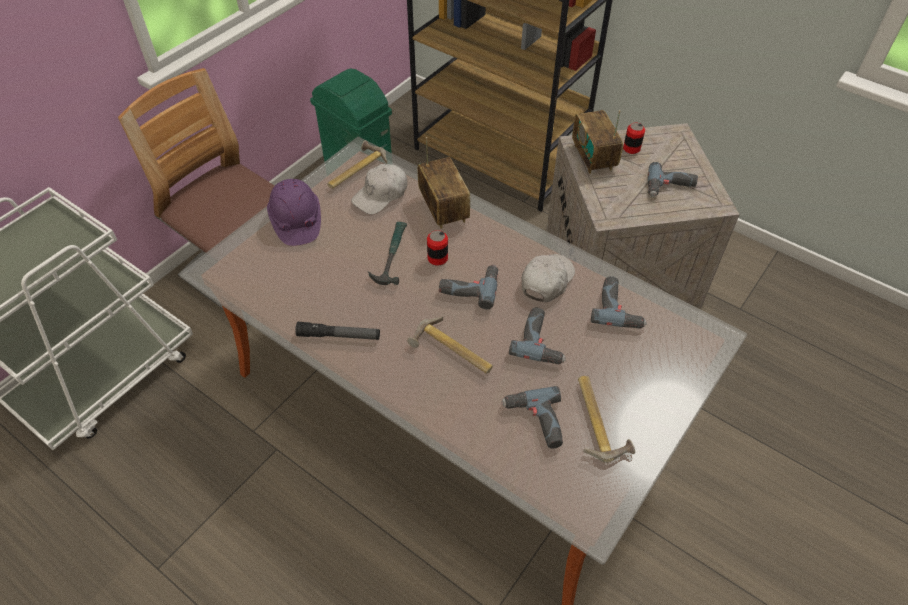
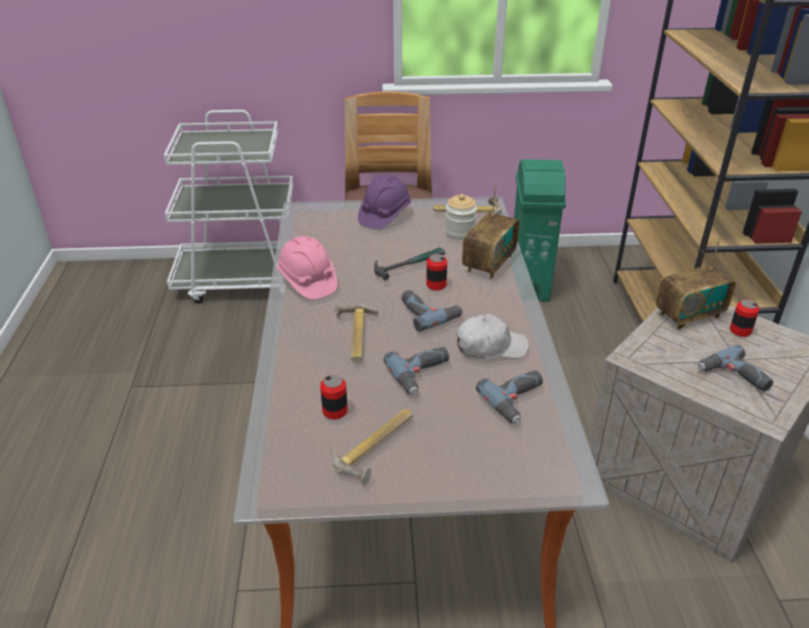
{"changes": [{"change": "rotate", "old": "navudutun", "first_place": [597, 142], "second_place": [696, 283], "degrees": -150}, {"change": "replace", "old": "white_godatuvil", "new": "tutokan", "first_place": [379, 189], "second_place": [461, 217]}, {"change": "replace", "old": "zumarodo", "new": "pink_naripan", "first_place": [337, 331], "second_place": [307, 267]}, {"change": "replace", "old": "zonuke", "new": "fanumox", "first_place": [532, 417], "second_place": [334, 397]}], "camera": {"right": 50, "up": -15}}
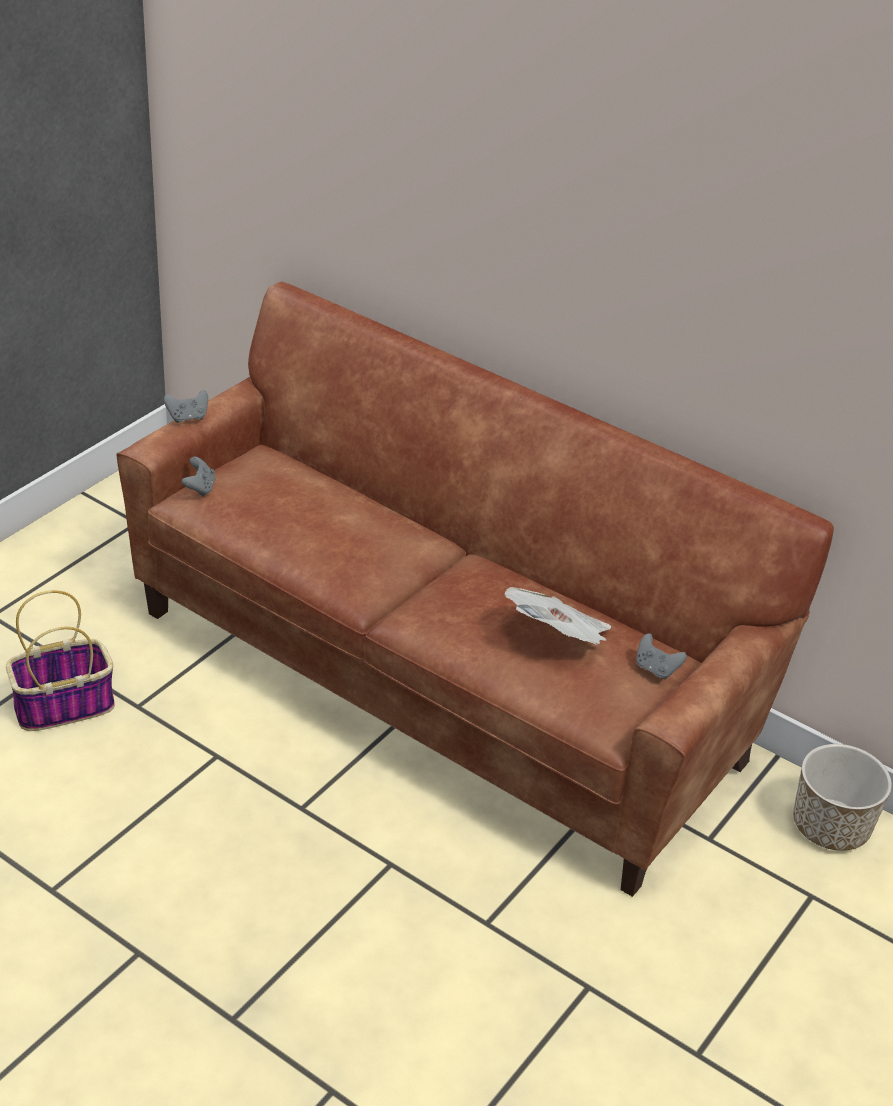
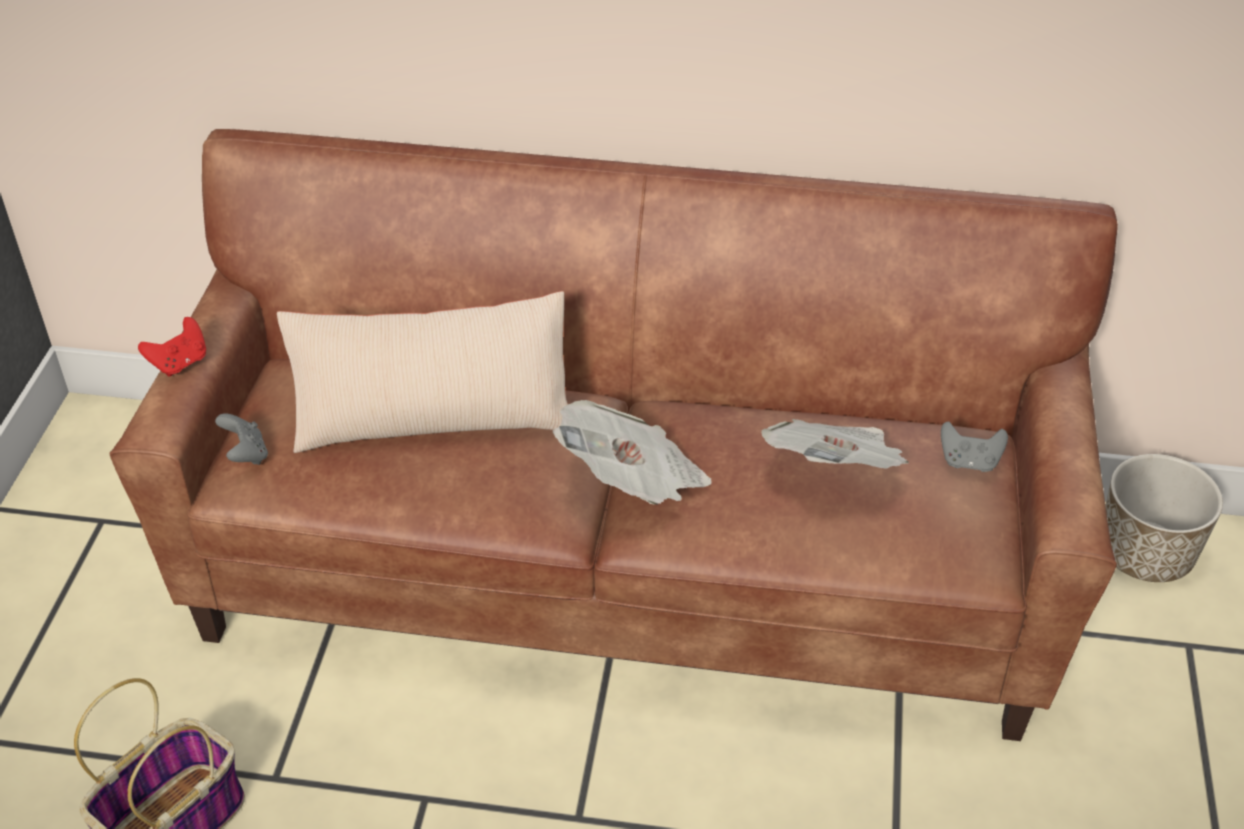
{"changes": [{"change": "recolor", "old": "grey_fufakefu", "new": "red_fufakefu", "first_place": [186, 406], "second_place": [172, 347]}, {"change": "insert", "new": "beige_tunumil", "second_place": [422, 372]}, {"change": "insert", "new": "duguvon", "second_place": [631, 452]}], "camera": {"right": -25, "up": 5}}
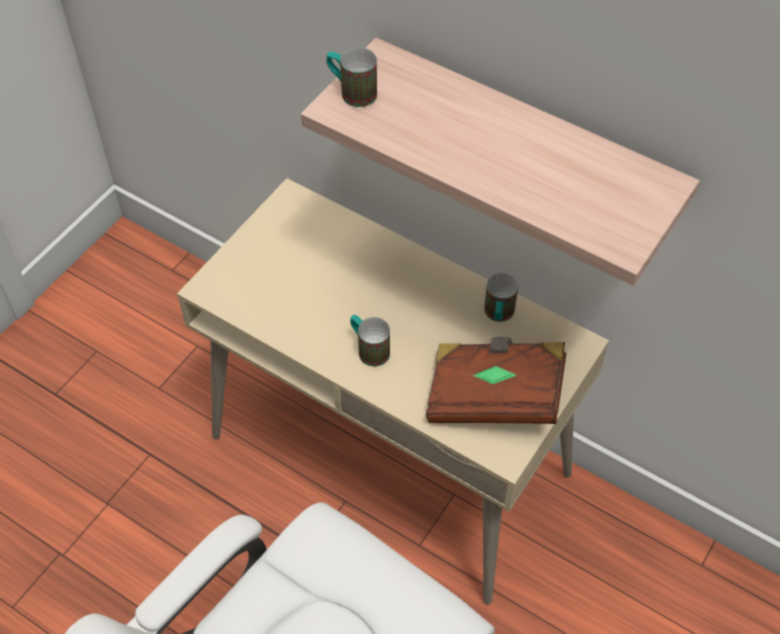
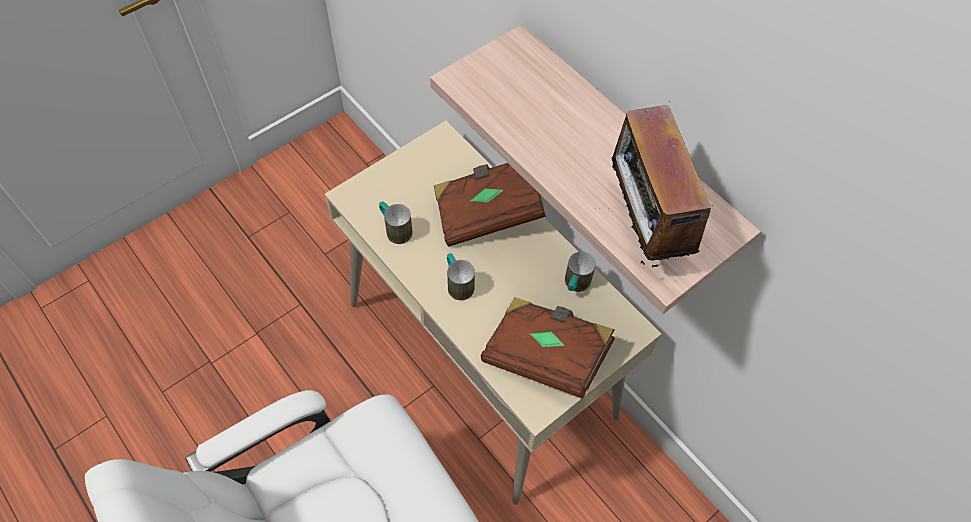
{"changes": [{"change": "move", "old": "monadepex", "first_place": [352, 77], "second_place": [395, 222]}, {"change": "insert", "new": "navudutun", "second_place": [653, 186]}, {"change": "insert", "new": "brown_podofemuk", "second_place": [490, 205]}], "camera": {"right": 15, "up": 5}}
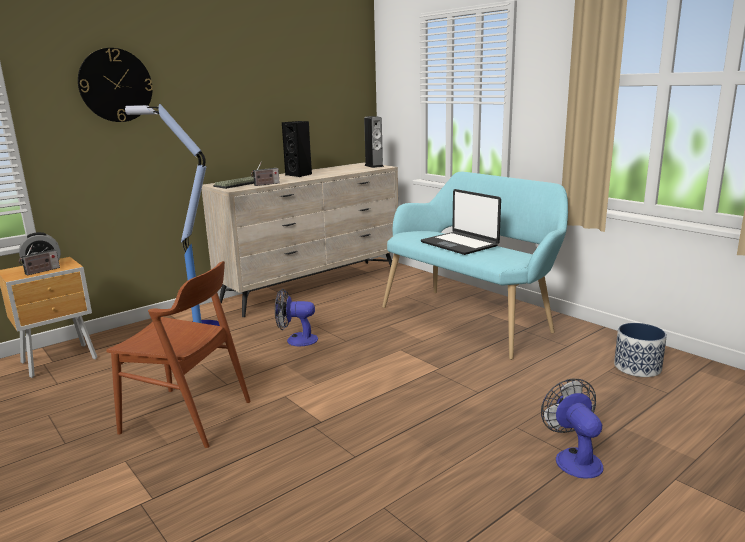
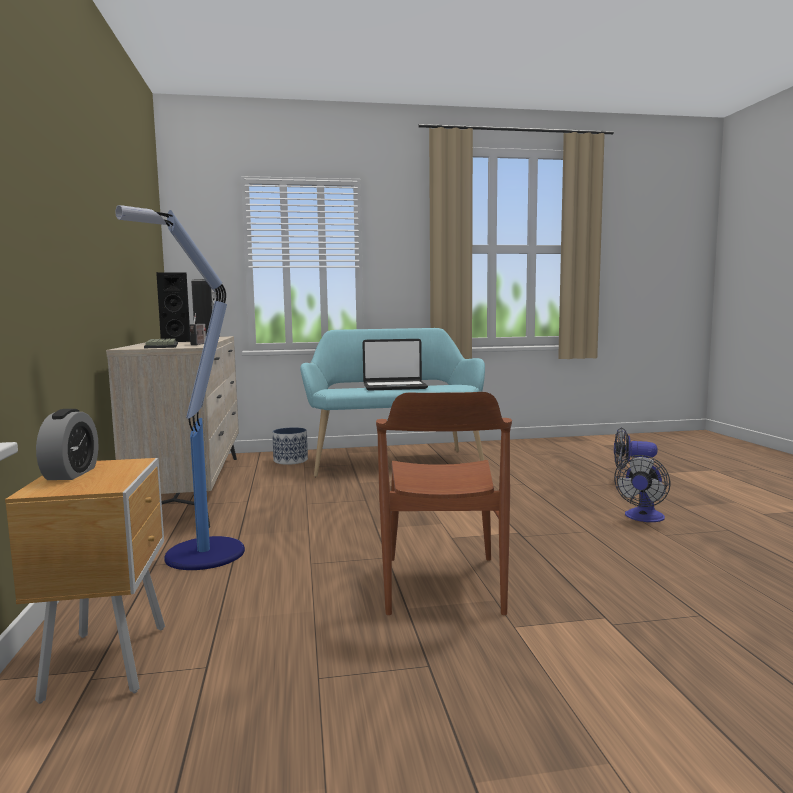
{"changes": [{"change": "delete", "old": "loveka", "first_place": [115, 85]}, {"change": "delete", "old": "navudutun", "first_place": [39, 260]}, {"change": "rotate", "old": "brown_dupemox", "first_place": [178, 354], "second_place": [444, 503], "degrees": 135}, {"change": "move", "old": "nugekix", "first_place": [296, 318], "second_place": [642, 488]}, {"change": "move", "old": "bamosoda", "first_place": [640, 350], "second_place": [290, 446]}], "camera": {"right": -60, "up": -10}}
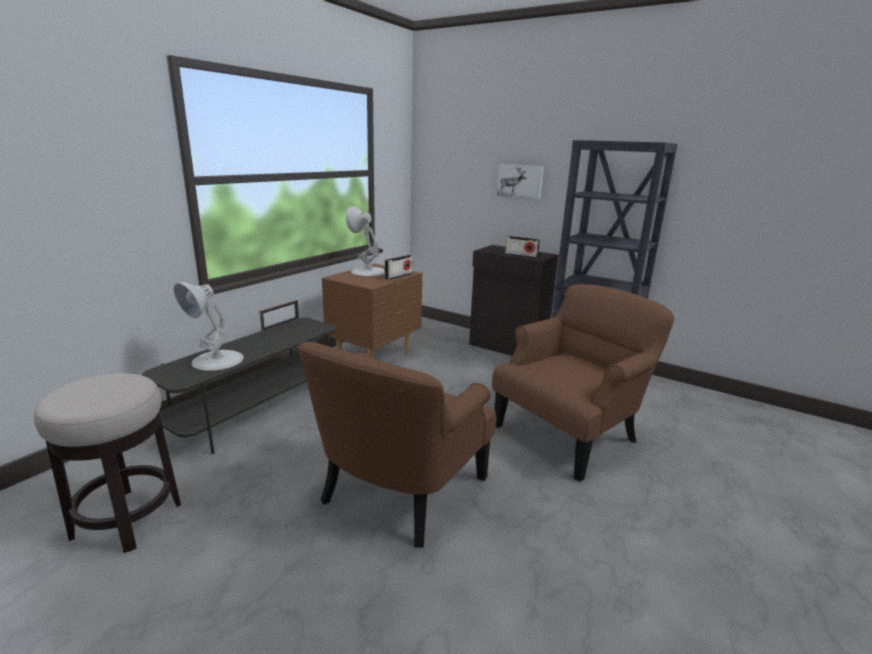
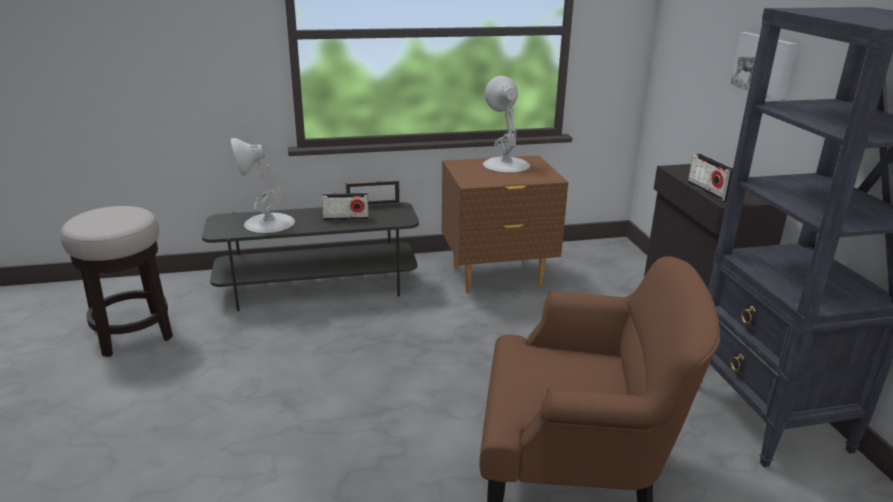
{"changes": [{"change": "move", "old": "navudutun", "first_place": [398, 267], "second_place": [345, 206]}, {"change": "delete", "old": "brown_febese", "first_place": [396, 445]}], "camera": {"right": 45, "up": 5}}
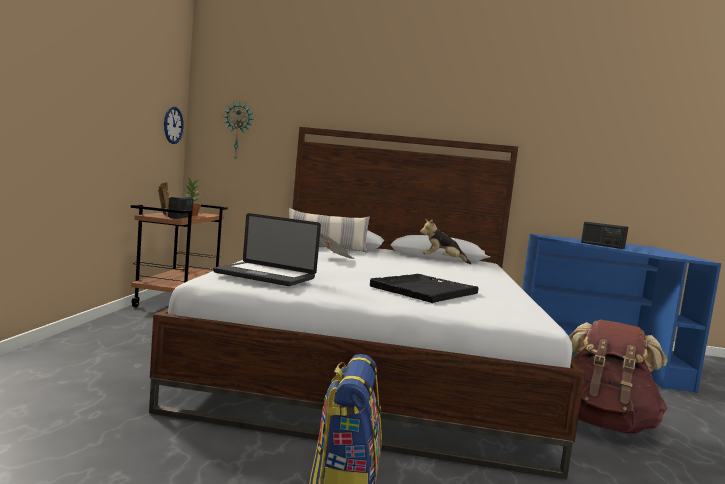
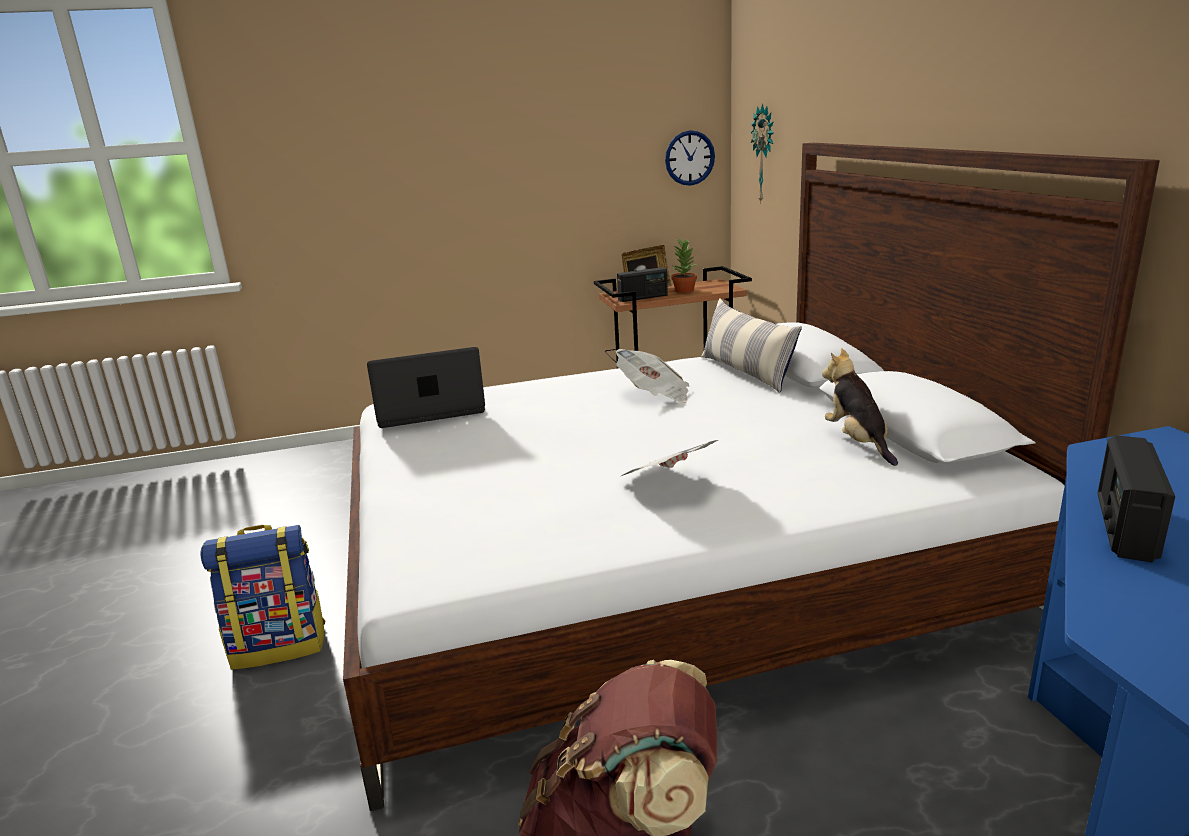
{"changes": [{"change": "rotate", "old": "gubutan", "first_place": [267, 249], "second_place": [426, 387], "degrees": 75}, {"change": "delete", "old": "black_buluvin", "first_place": [424, 288]}, {"change": "insert", "new": "duguvon", "second_place": [669, 458]}], "camera": {"right": 70, "up": 15}}
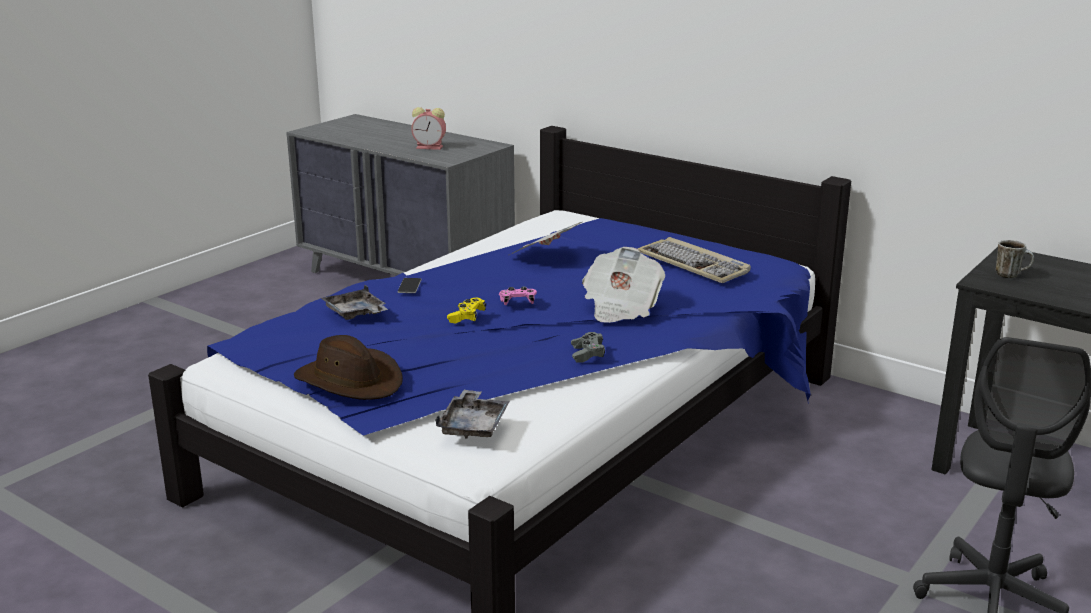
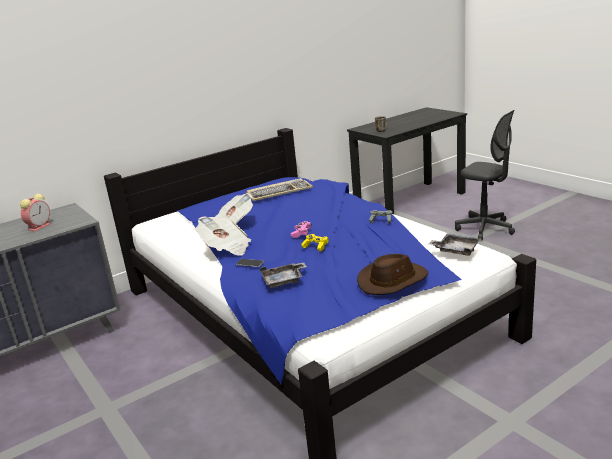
{"changes": [{"change": "move", "old": "duguvon", "first_place": [623, 285], "second_place": [223, 236]}], "camera": {"right": -70, "up": 0}}
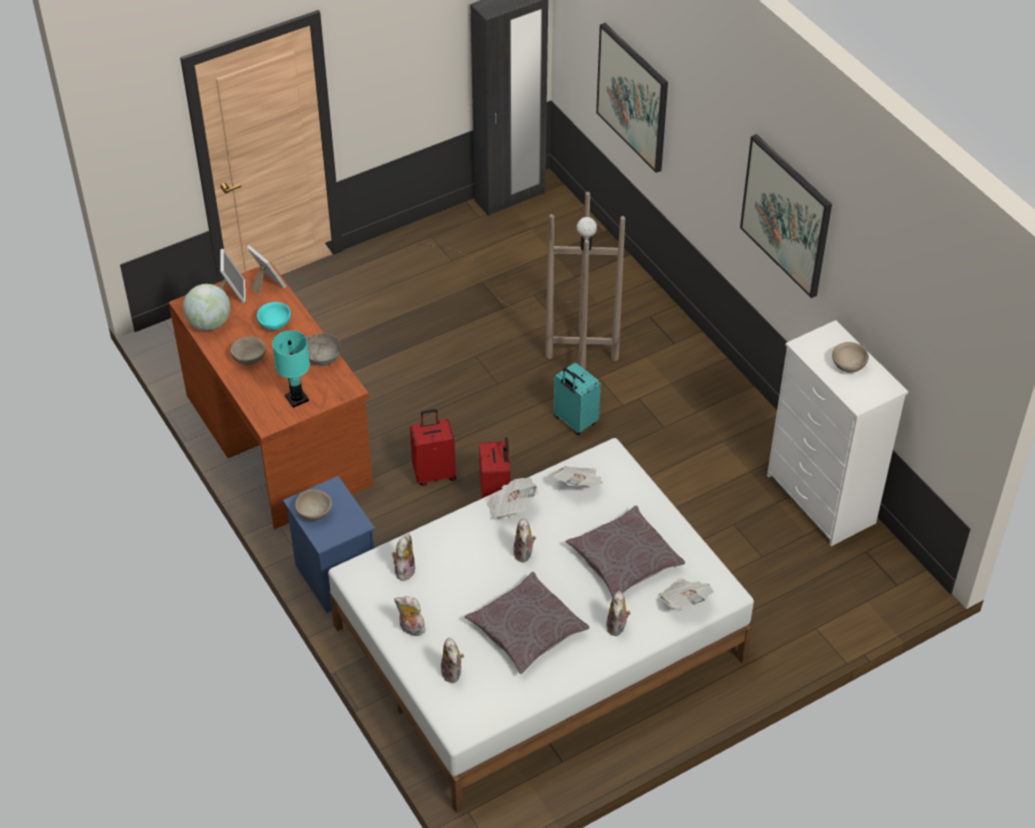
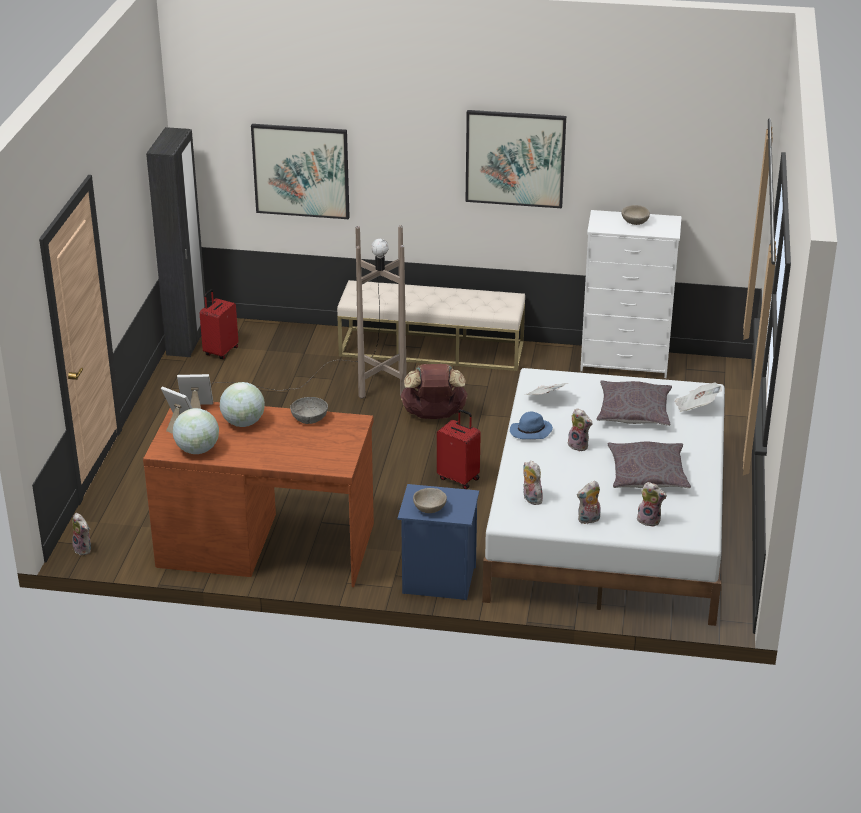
{"changes": [{"change": "replace", "old": "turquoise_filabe", "new": "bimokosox", "first_place": [274, 316], "second_place": [242, 404]}, {"change": "delete", "old": "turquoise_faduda", "first_place": [291, 369]}, {"change": "delete", "old": "beige_filabe", "first_place": [248, 351]}, {"change": "replace", "old": "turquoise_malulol", "new": "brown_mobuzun", "first_place": [577, 399], "second_place": [434, 391]}, {"change": "move", "old": "red_malulol", "first_place": [433, 447], "second_place": [219, 324]}, {"change": "replace", "old": "duguvon", "new": "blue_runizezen", "first_place": [512, 498], "second_place": [531, 425]}, {"change": "move", "old": "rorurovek", "first_place": [618, 613], "second_place": [81, 534]}, {"change": "insert", "new": "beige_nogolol", "second_place": [431, 325]}], "camera": {"right": -50, "up": -15}}
